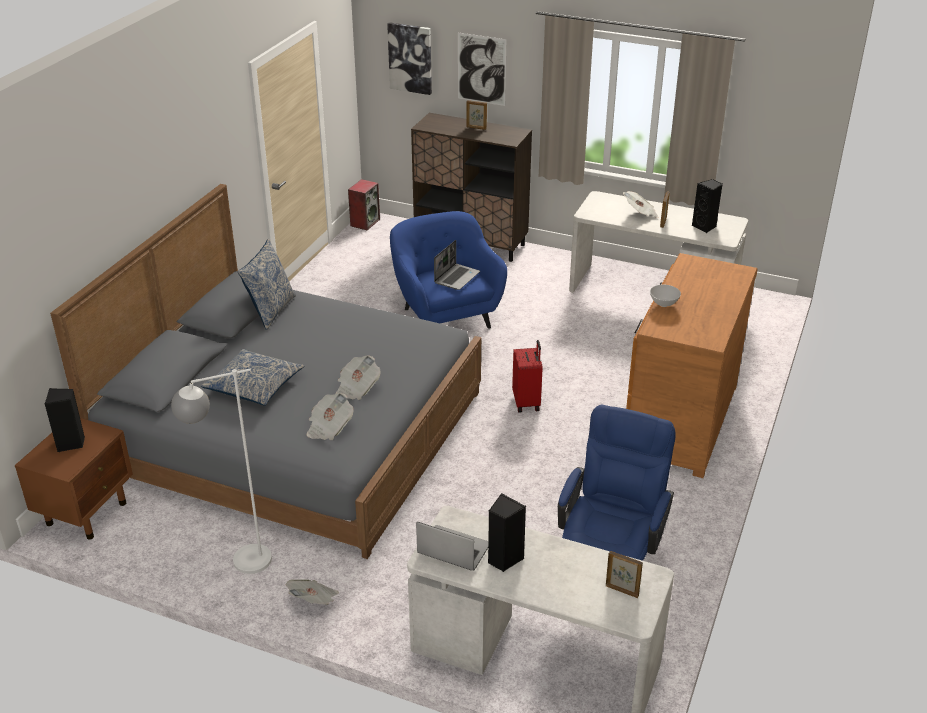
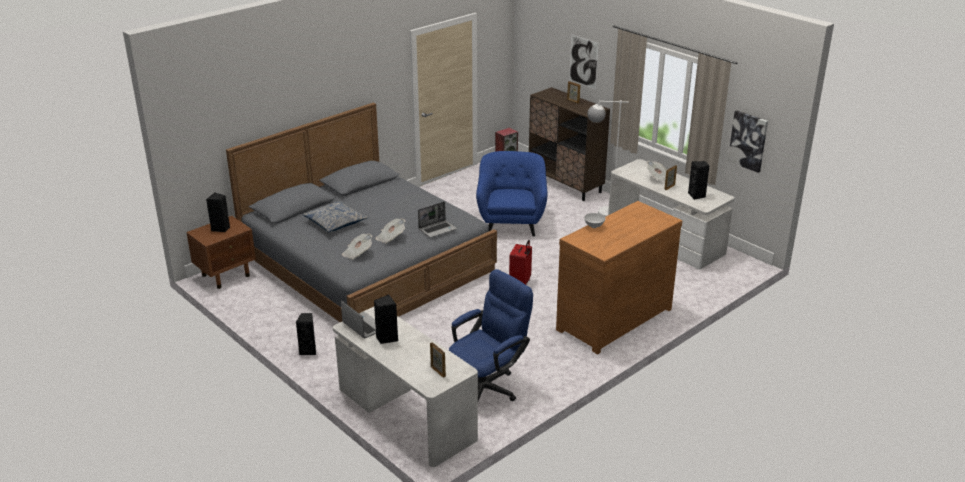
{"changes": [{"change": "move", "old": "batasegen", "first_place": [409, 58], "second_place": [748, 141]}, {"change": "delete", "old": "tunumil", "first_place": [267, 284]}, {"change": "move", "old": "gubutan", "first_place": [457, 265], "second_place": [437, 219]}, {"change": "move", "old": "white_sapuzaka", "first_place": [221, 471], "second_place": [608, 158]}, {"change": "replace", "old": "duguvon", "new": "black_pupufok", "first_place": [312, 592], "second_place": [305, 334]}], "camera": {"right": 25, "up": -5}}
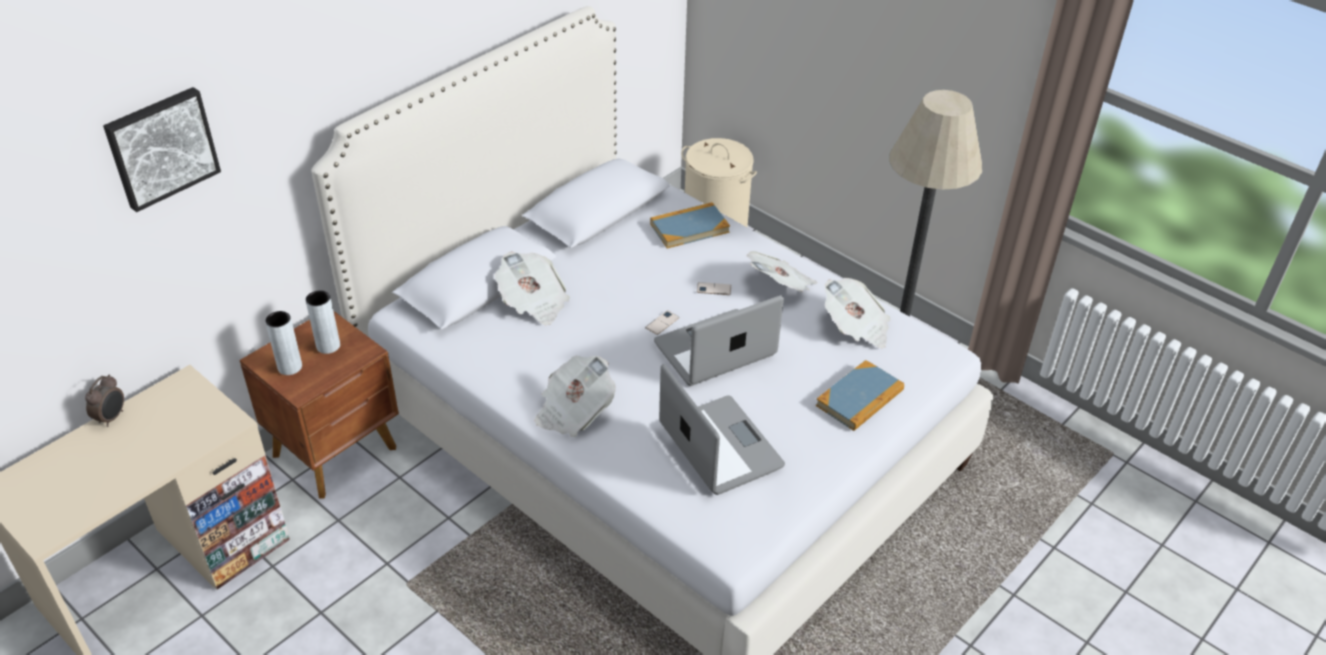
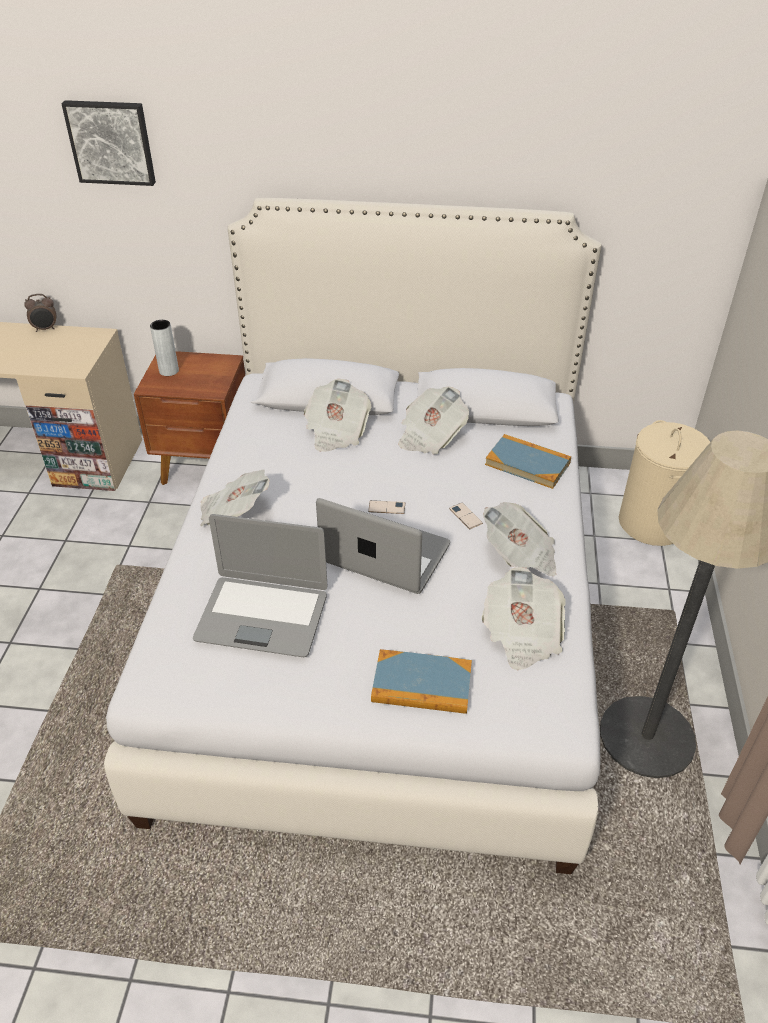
{"changes": [{"change": "delete", "old": "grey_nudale", "first_place": [322, 322]}, {"change": "rotate", "old": "gubutan", "first_place": [722, 429], "second_place": [260, 585], "degrees": 75}, {"change": "insert", "new": "duguvon", "second_place": [433, 421]}], "camera": {"right": 55, "up": 0}}
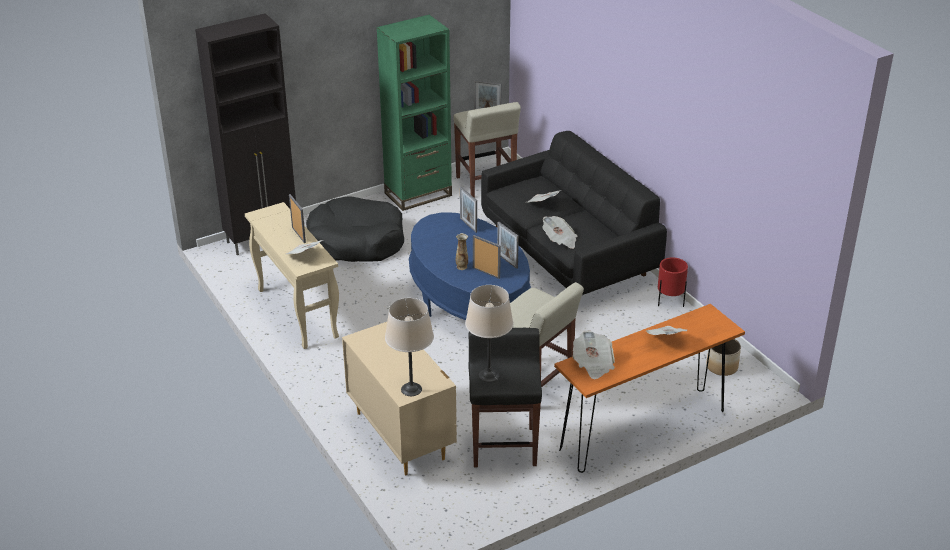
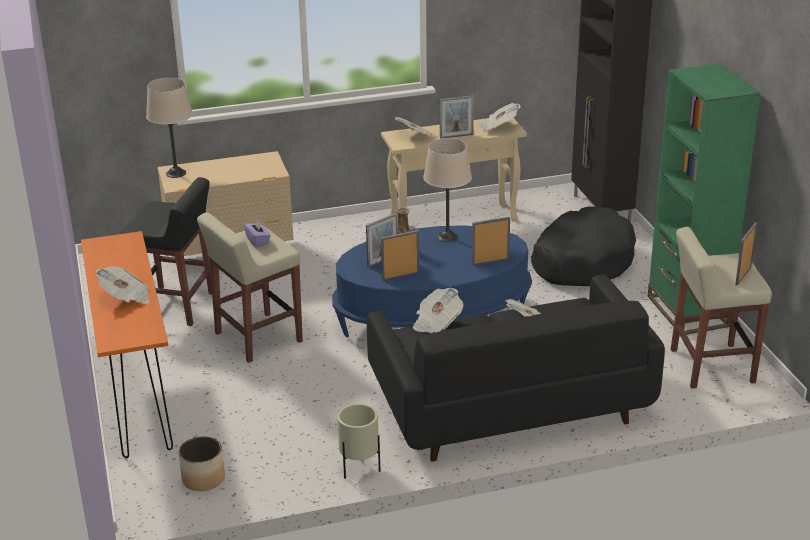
{"changes": [{"change": "recolor", "old": "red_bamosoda", "new": "beige_bamosoda", "first_place": [673, 282], "second_place": [358, 441]}, {"change": "move", "old": "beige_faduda", "first_place": [489, 333], "second_place": [447, 190]}, {"change": "move", "old": "duguvon", "first_place": [594, 354], "second_place": [499, 117]}, {"change": "insert", "new": "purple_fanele", "second_place": [257, 233]}], "camera": {"right": 105, "up": -5}}
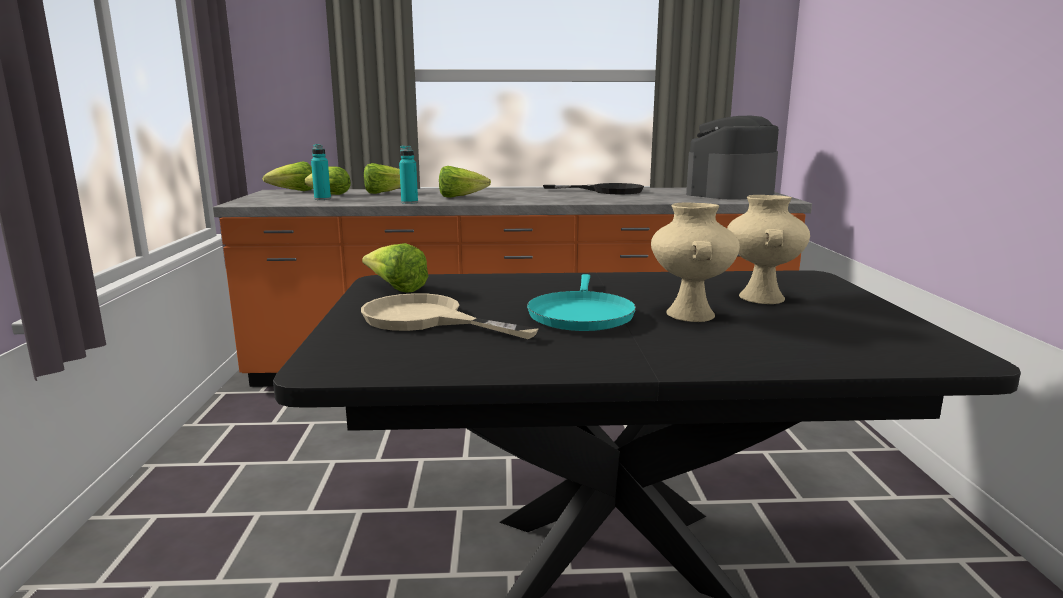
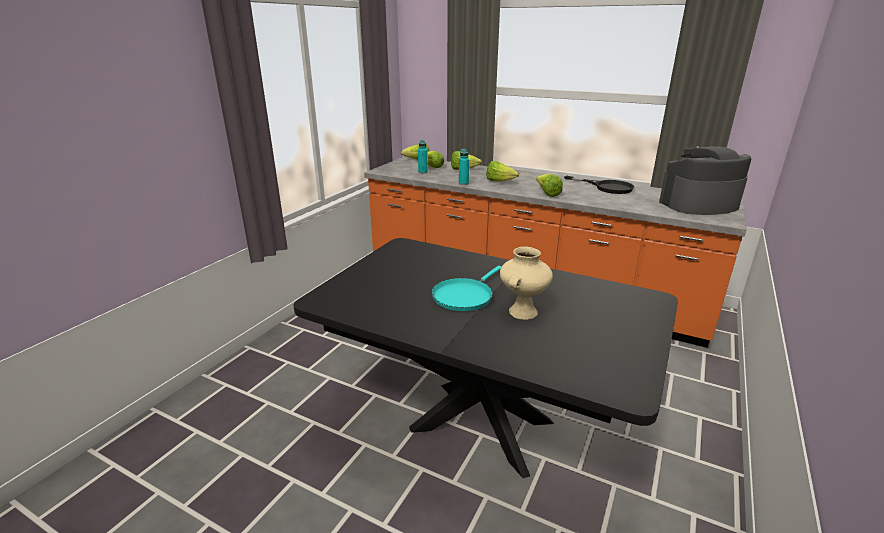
{"changes": [{"change": "delete", "old": "beige_nudale", "first_place": [768, 249]}, {"change": "move", "old": "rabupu", "first_place": [395, 268], "second_place": [549, 185]}, {"change": "delete", "old": "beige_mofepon", "first_place": [450, 316]}], "camera": {"right": 30, "up": 10}}
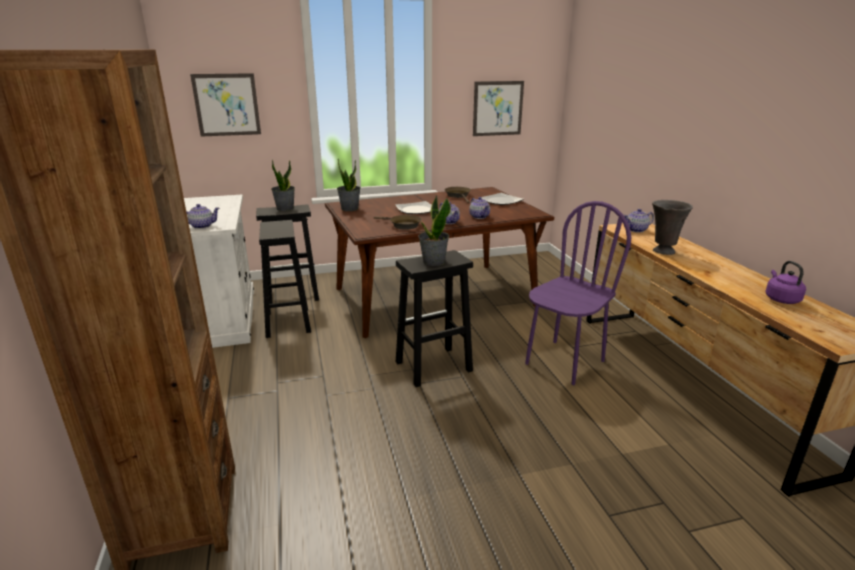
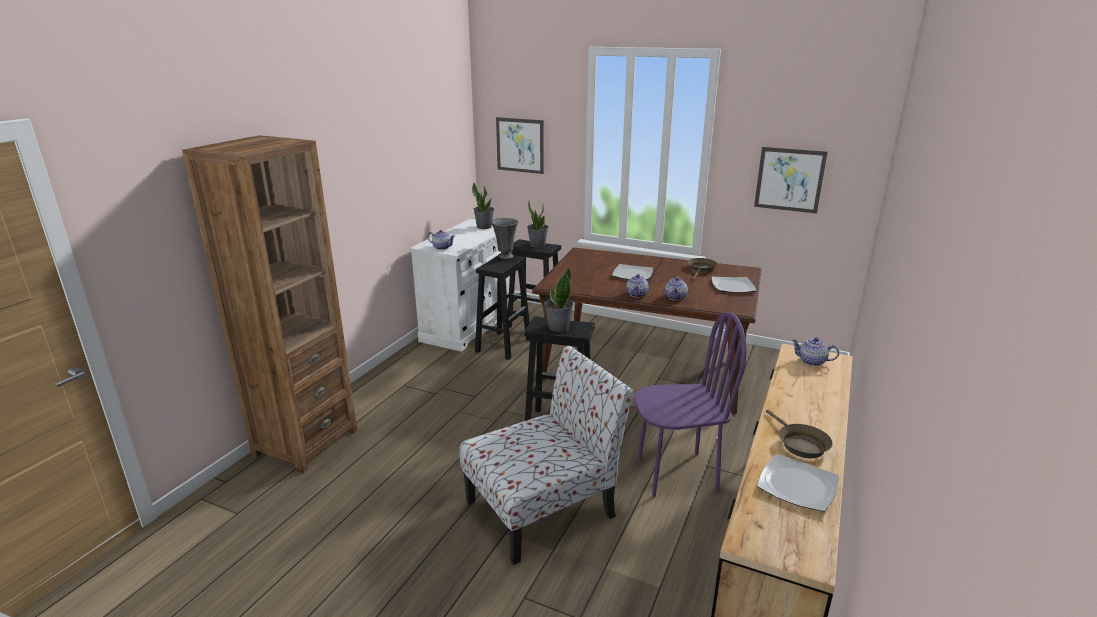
{"changes": [{"change": "move", "old": "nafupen", "first_place": [349, 185], "second_place": [483, 205]}, {"change": "move", "old": "grey_nudale", "first_place": [672, 227], "second_place": [504, 238]}, {"change": "move", "old": "brown_mofepon", "first_place": [398, 222], "second_place": [799, 433]}, {"change": "replace", "old": "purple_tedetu", "new": "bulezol", "first_place": [785, 282], "second_place": [798, 483]}, {"change": "insert", "new": "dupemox", "second_place": [546, 455]}], "camera": {"right": 40, "up": 0}}
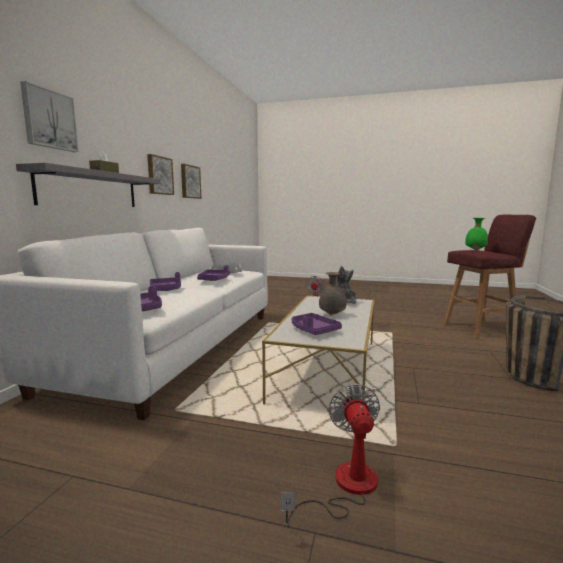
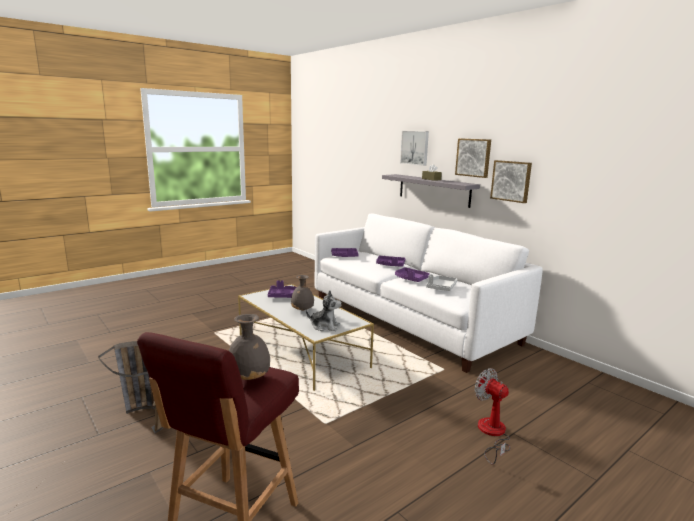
{"changes": [{"change": "move", "old": "batasegen", "first_place": [191, 181], "second_place": [473, 158]}, {"change": "recolor", "old": "green_nudale", "new": "grey_nudale", "first_place": [476, 234], "second_place": [249, 347]}, {"change": "delete", "old": "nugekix", "first_place": [330, 453]}], "camera": {"right": 125, "up": 5}}
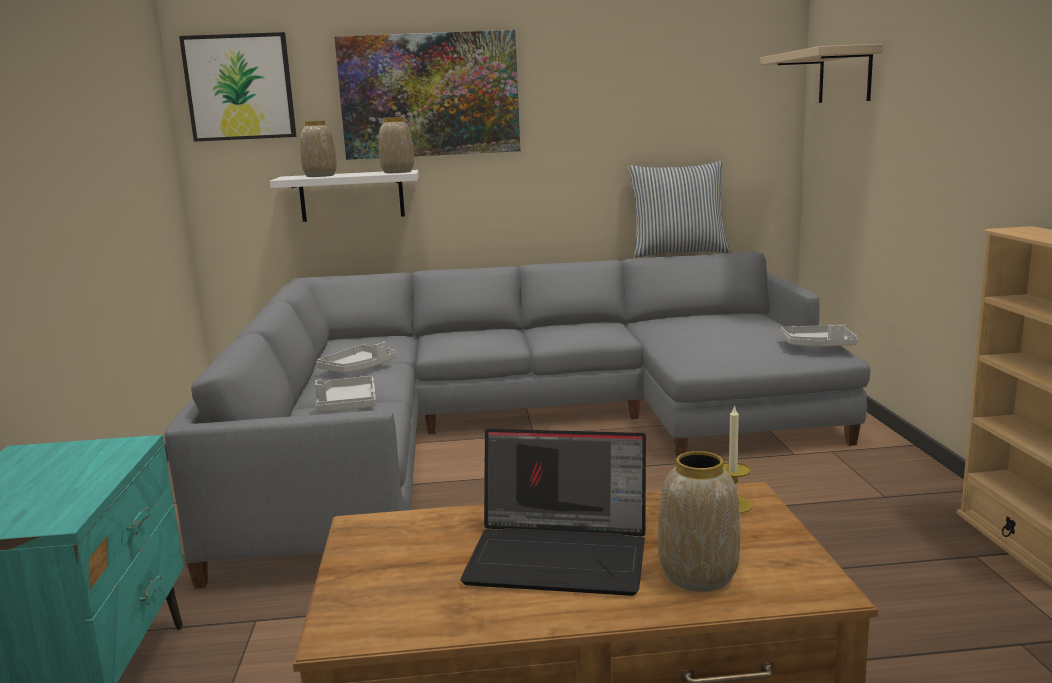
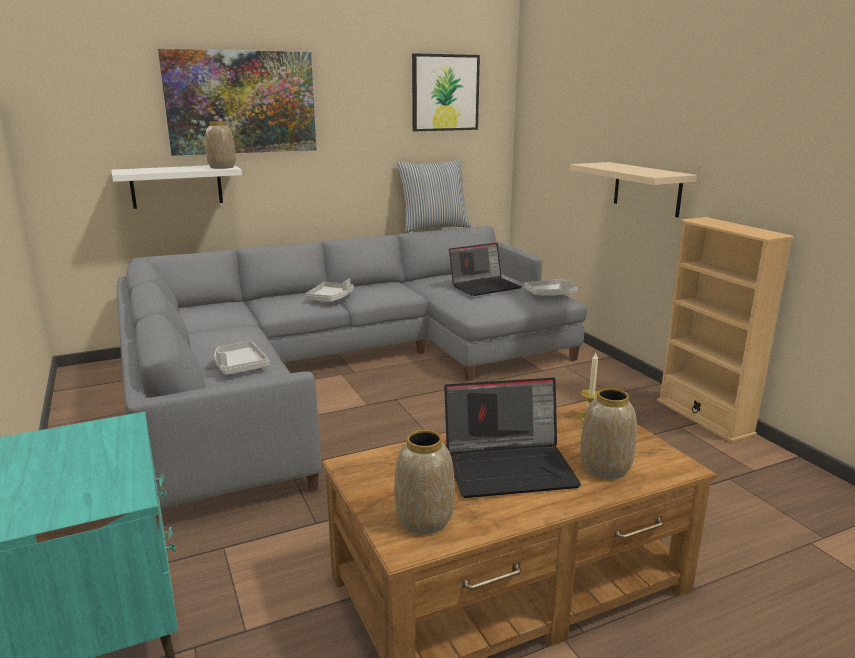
{"changes": [{"change": "move", "old": "batasegen", "first_place": [237, 87], "second_place": [446, 92]}, {"change": "move", "old": "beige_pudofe", "first_place": [821, 73], "second_place": [633, 190]}, {"change": "move", "old": "nudale", "first_place": [318, 148], "second_place": [424, 482]}, {"change": "move", "old": "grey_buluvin", "first_place": [356, 357], "second_place": [329, 290]}, {"change": "insert", "new": "gubutan", "second_place": [485, 269]}], "camera": {"right": -20, "up": 5}}
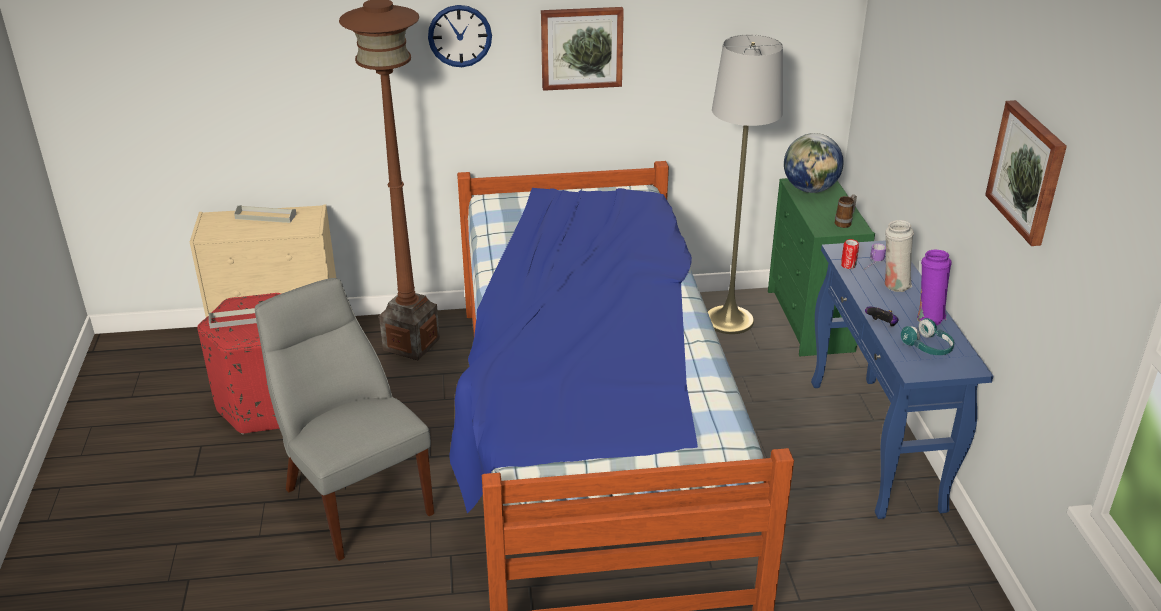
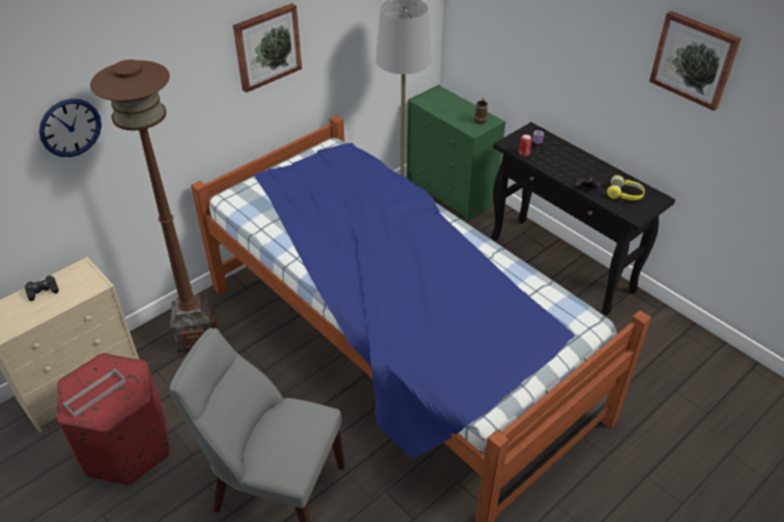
{"changes": [{"change": "move", "old": "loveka", "first_place": [460, 36], "second_place": [70, 128]}, {"change": "delete", "old": "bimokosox", "first_place": [813, 163]}, {"change": "replace", "old": "grey_buluvin", "new": "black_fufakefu", "first_place": [265, 214], "second_place": [42, 288]}, {"change": "delete", "old": "white_nudale", "first_place": [899, 256]}, {"change": "recolor", "old": "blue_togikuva", "new": "black_togikuva", "first_place": [902, 379], "second_place": [583, 218]}, {"change": "delete", "old": "purple_nudale", "first_place": [934, 288]}, {"change": "recolor", "old": "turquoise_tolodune", "new": "yellow_tolodune", "first_place": [927, 336], "second_place": [626, 187]}], "camera": {"right": -35, "up": 10}}
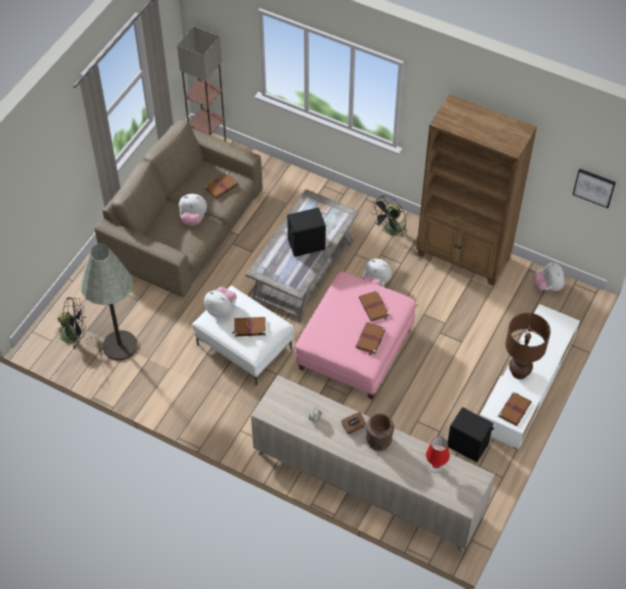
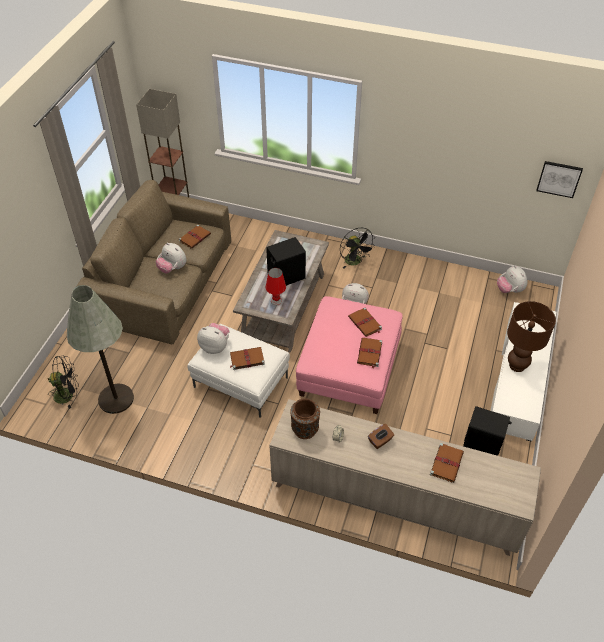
{"changes": [{"change": "delete", "old": "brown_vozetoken", "first_place": [477, 190]}, {"change": "rotate", "old": "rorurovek", "first_place": [193, 210], "second_place": [171, 257], "degrees": 45}, {"change": "rotate", "old": "black_nugekix", "first_place": [389, 216], "second_place": [357, 248], "degrees": -60}, {"change": "move", "old": "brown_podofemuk", "first_place": [515, 409], "second_place": [447, 463]}, {"change": "move", "old": "brown_nudale", "first_place": [380, 432], "second_place": [305, 418]}, {"change": "move", "old": "red_faduda", "first_place": [438, 455], "second_place": [276, 286]}], "camera": {"right": -10, "up": -5}}
